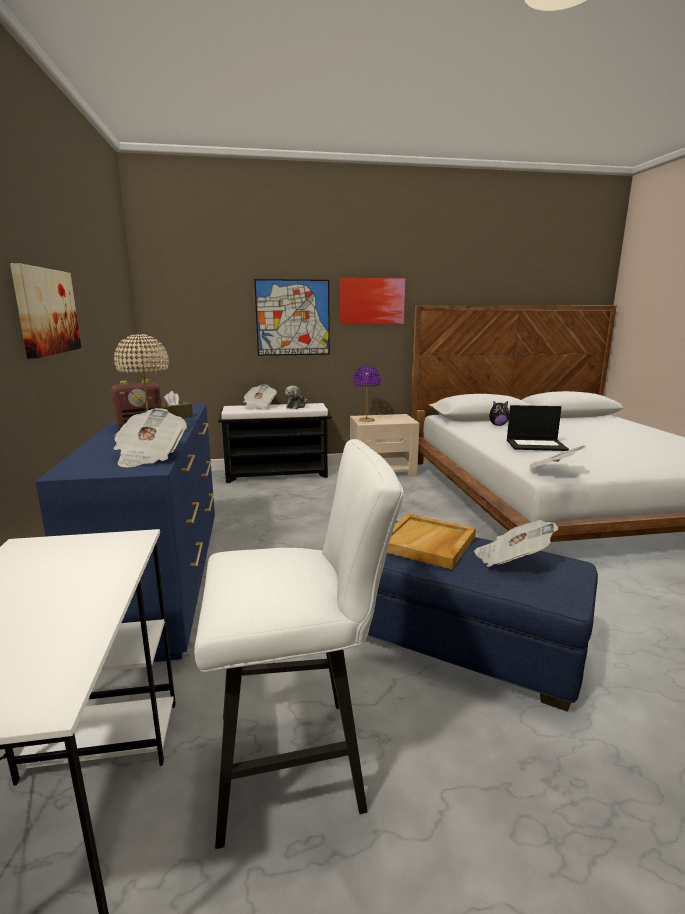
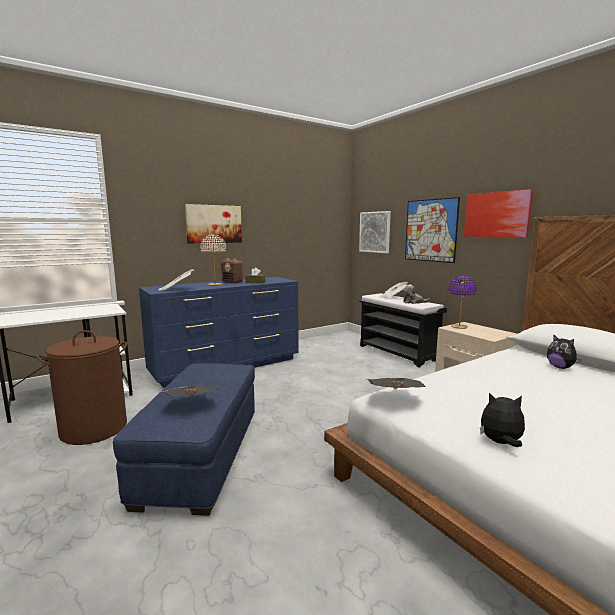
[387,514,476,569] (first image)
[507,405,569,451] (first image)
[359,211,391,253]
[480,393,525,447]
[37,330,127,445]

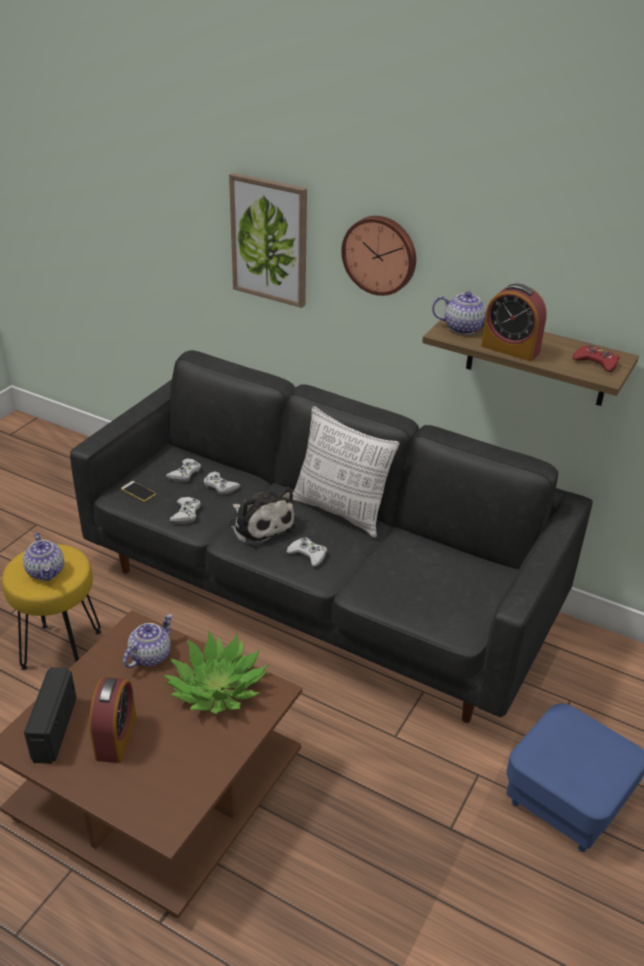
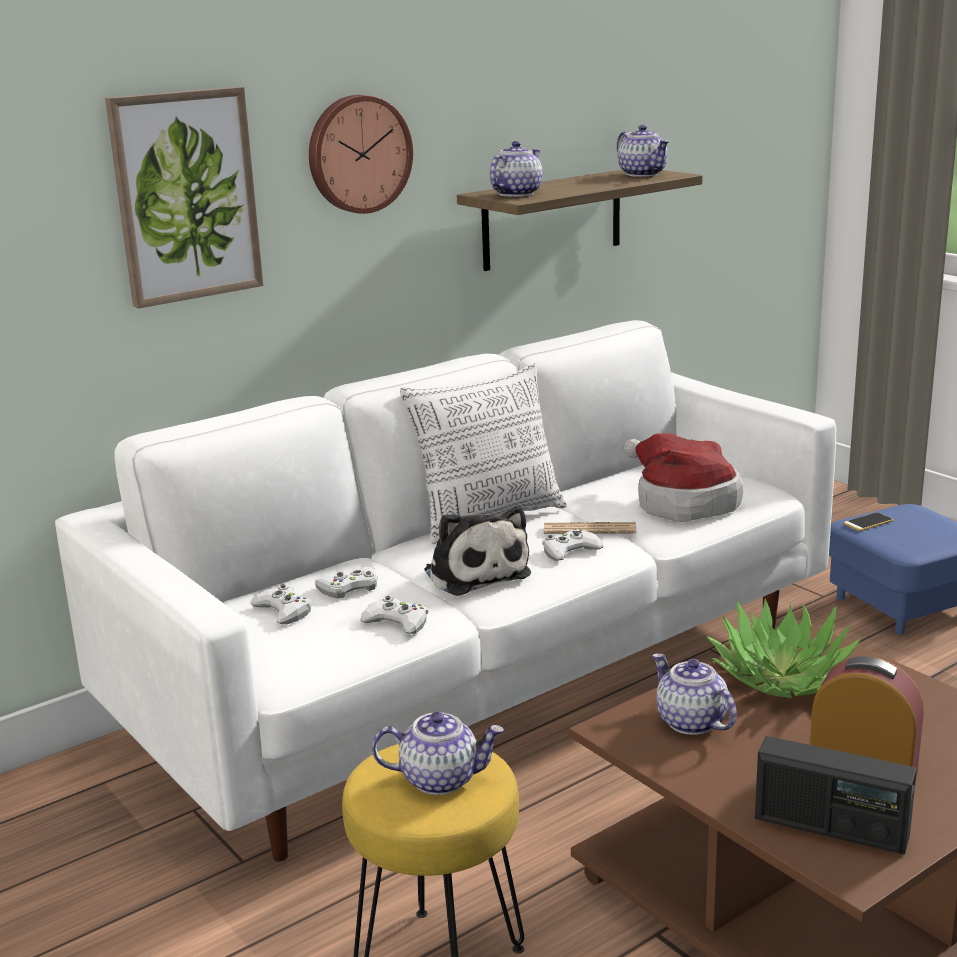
[481,284,547,361] (first image)
[544,522,636,534]
[624,433,743,522]
[843,512,893,531]
[617,125,669,177]
[55,320,836,862]
[424,506,531,596]

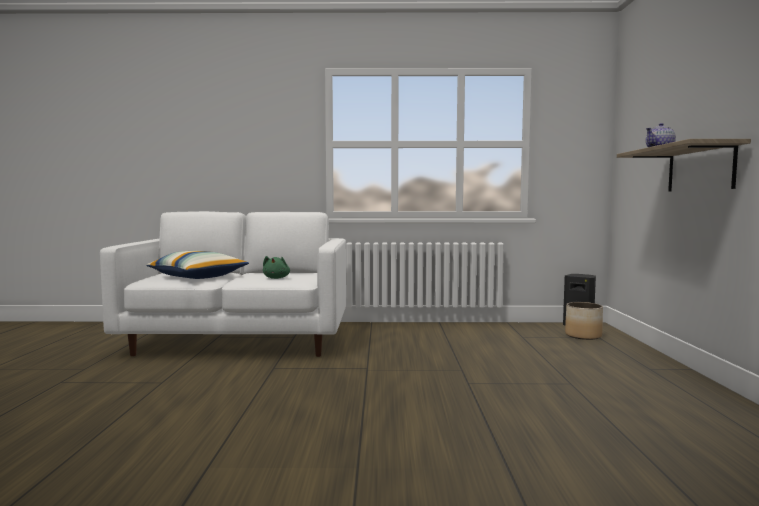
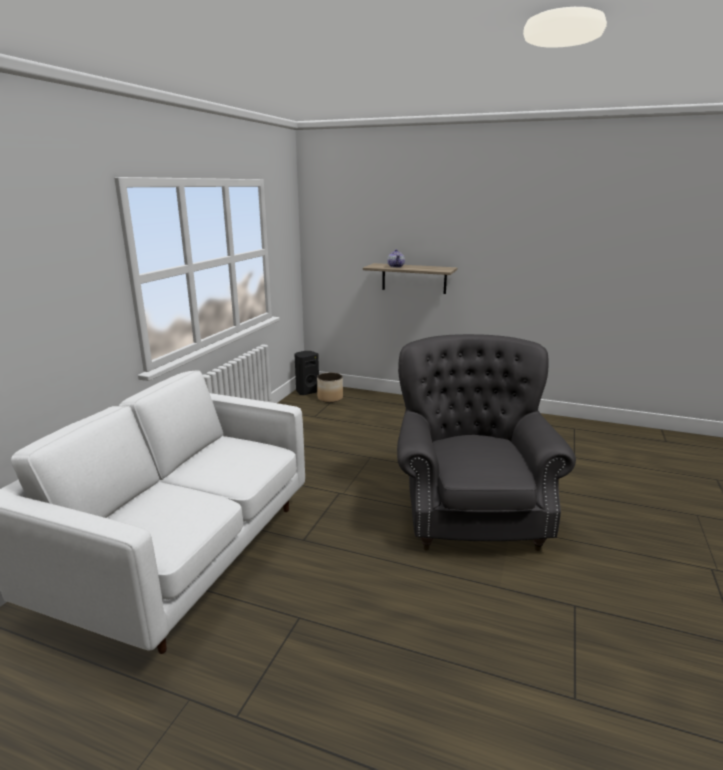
[146,251,249,279] (first image)
[263,256,290,279] (first image)
[397,334,576,551]

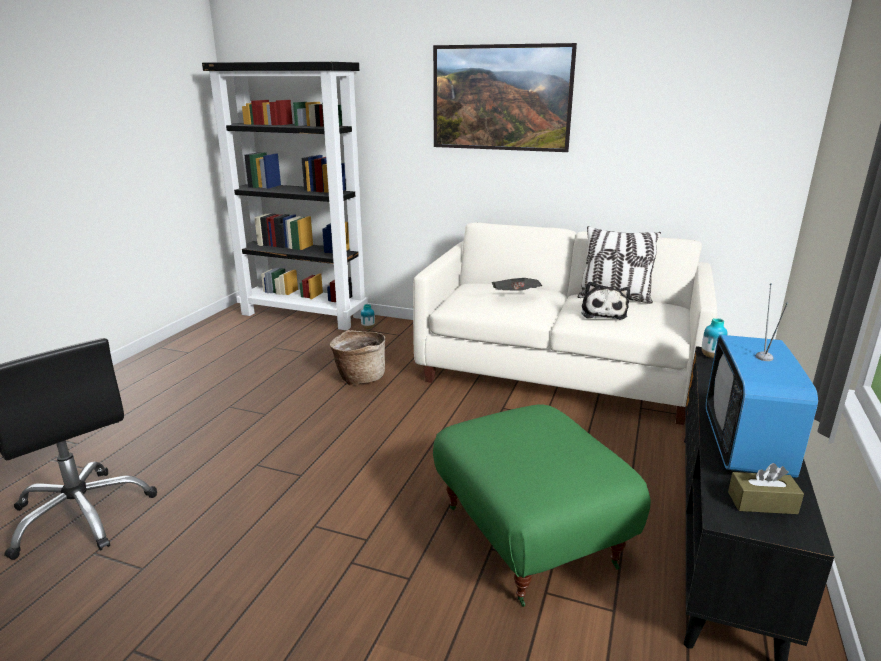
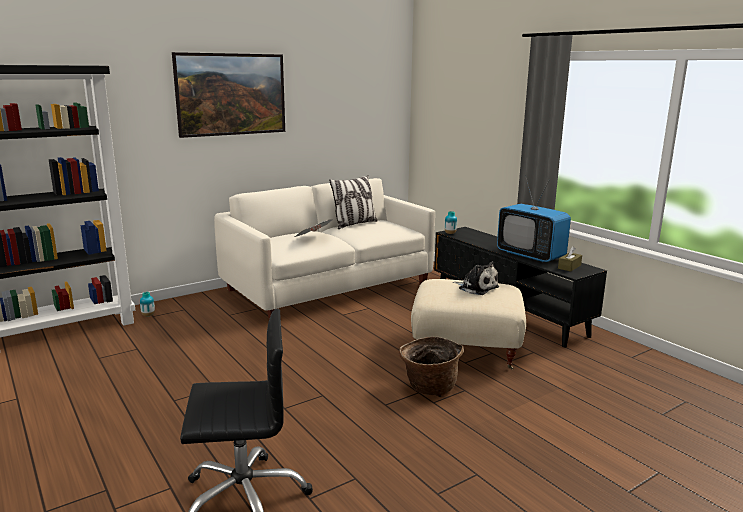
[399,337,464,397]
[453,262,499,295]
[411,279,526,370]

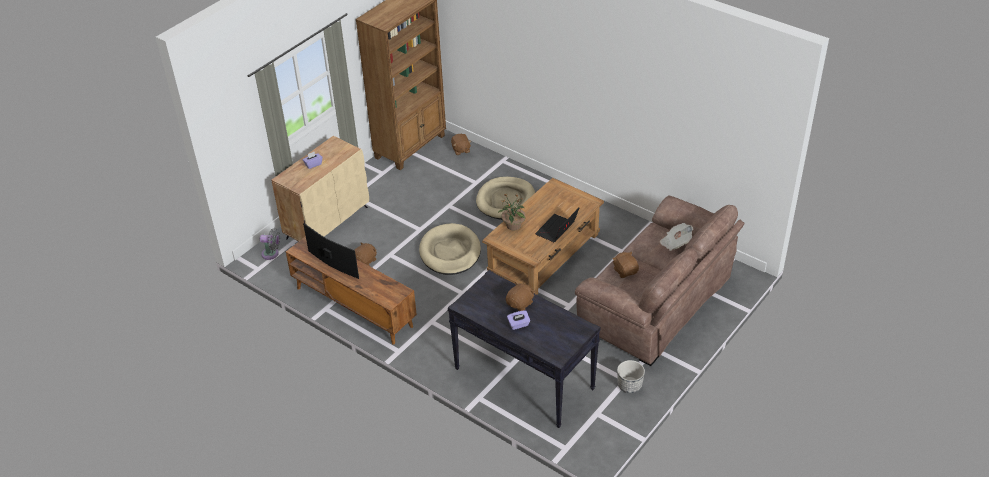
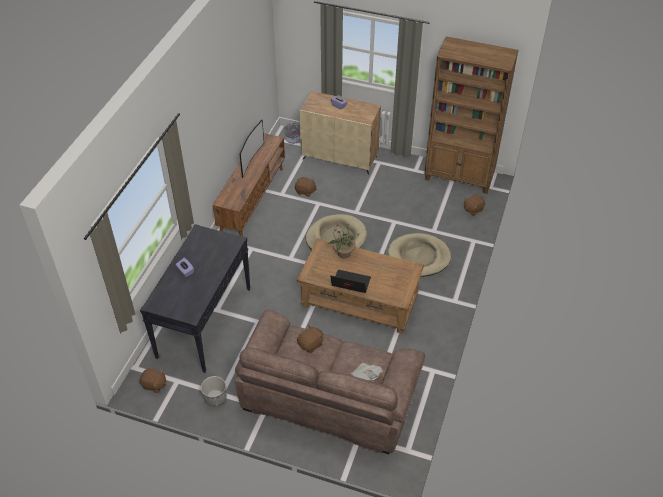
[139,368,167,393]

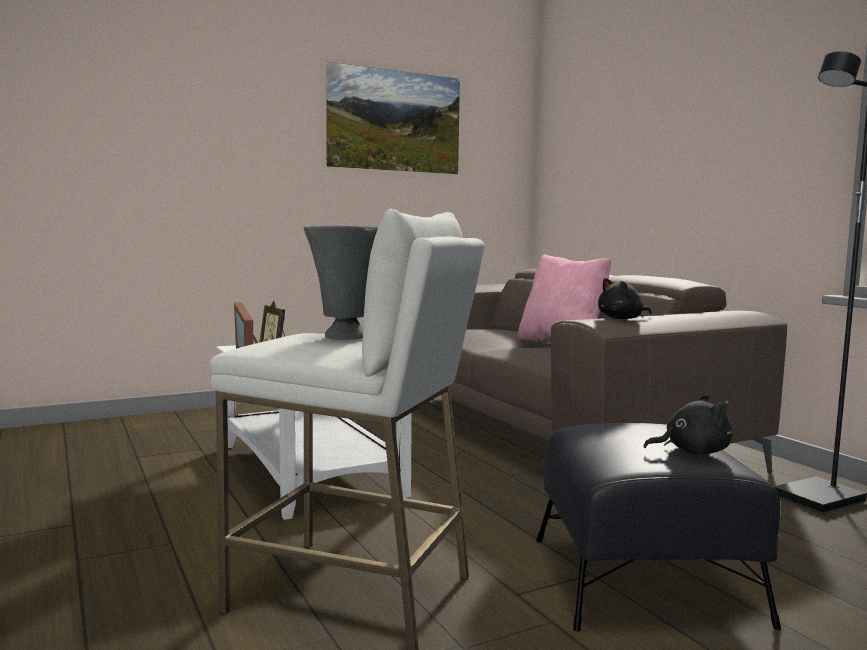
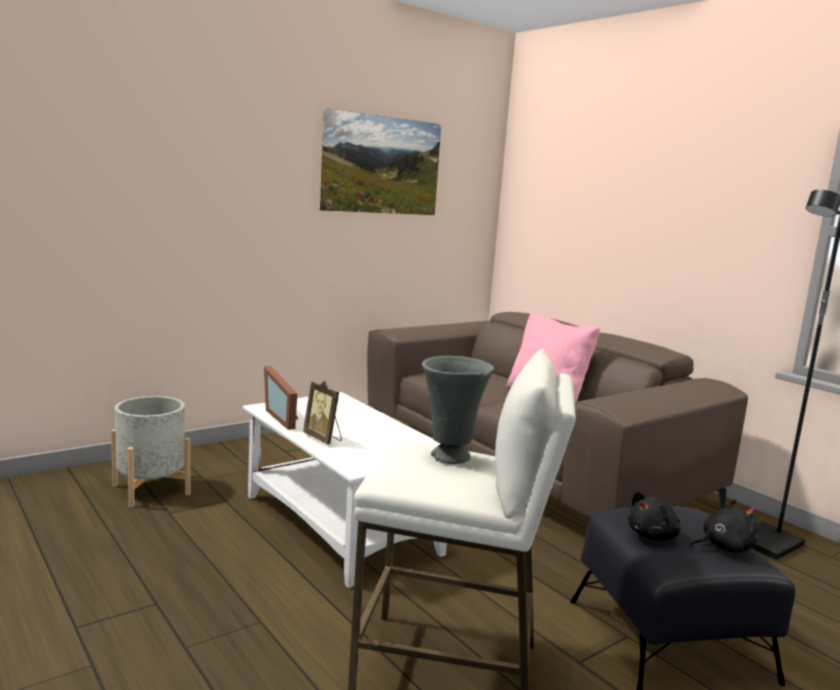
[111,396,191,507]
[627,491,680,541]

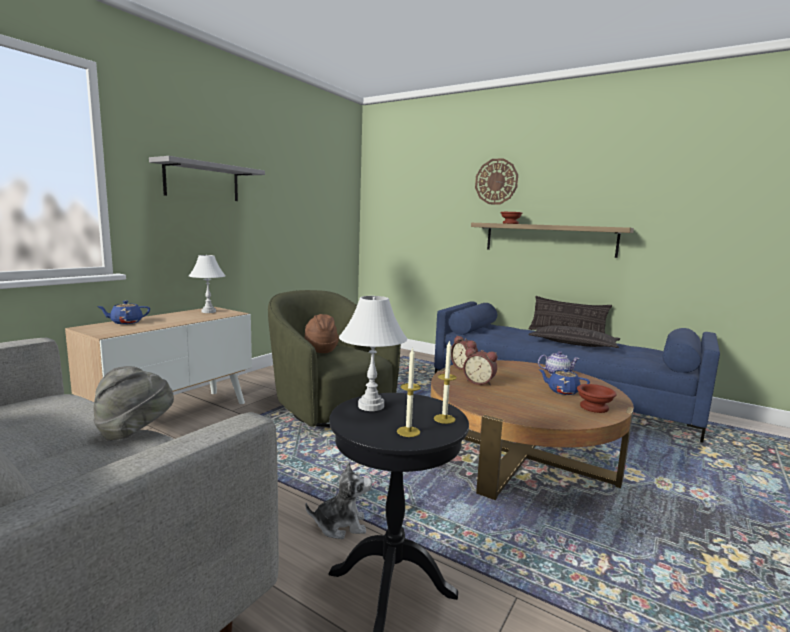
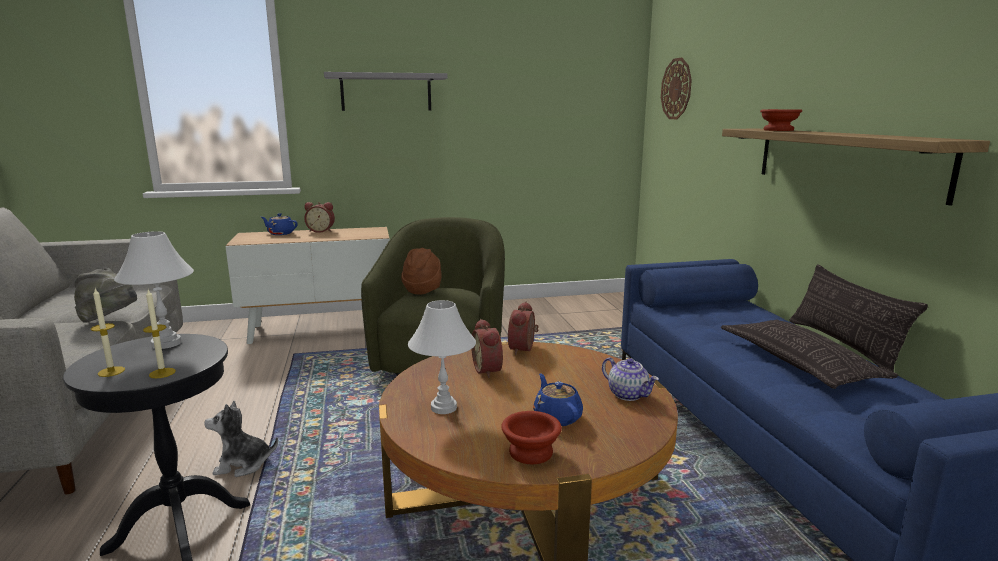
[304,202,335,233]
[408,300,476,414]
[661,58,692,119]
[204,401,278,477]

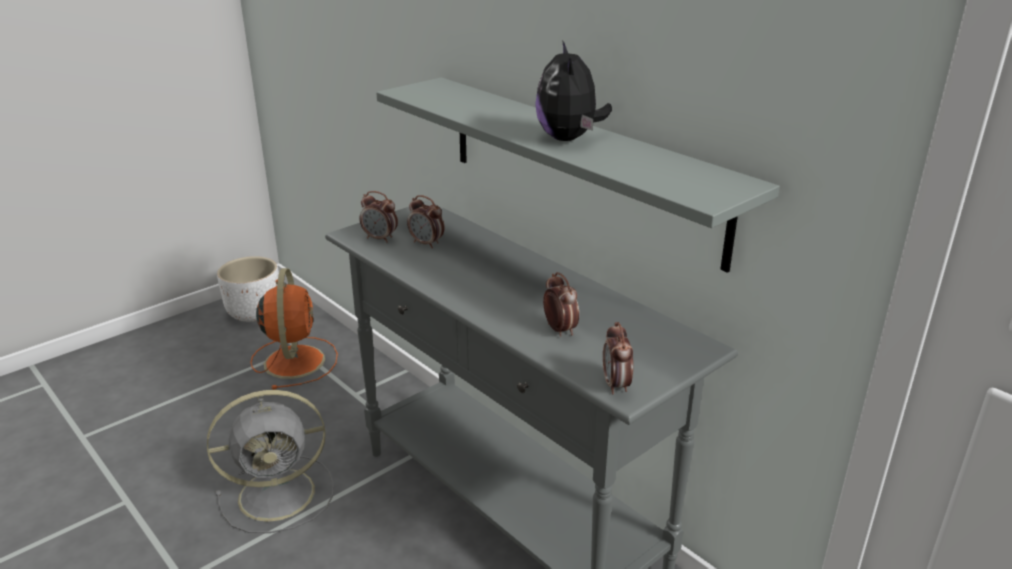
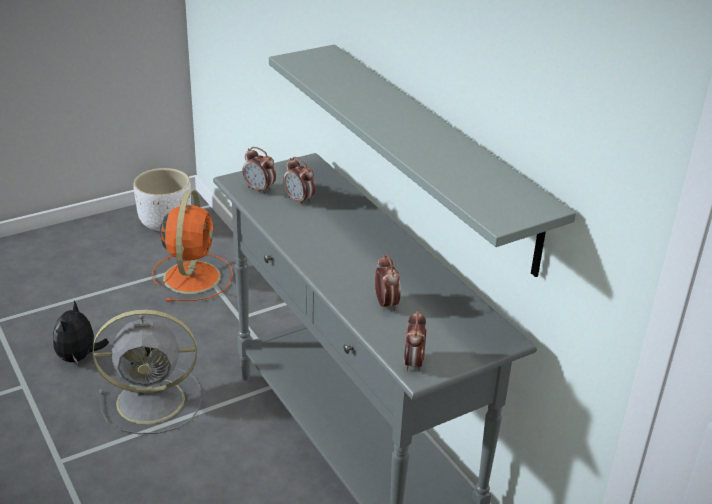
[53,300,109,364]

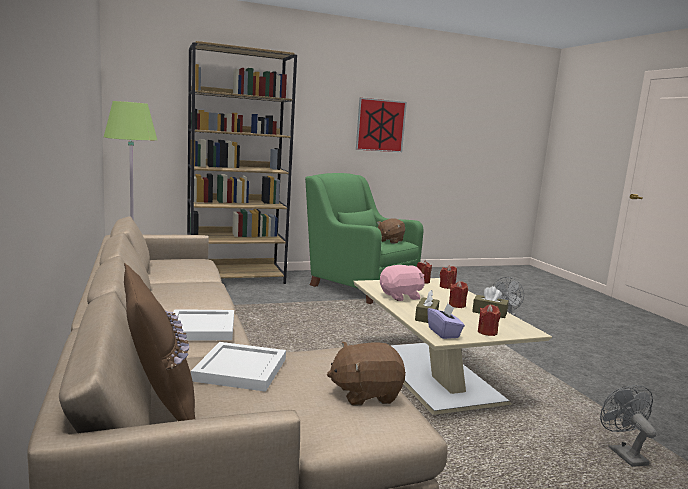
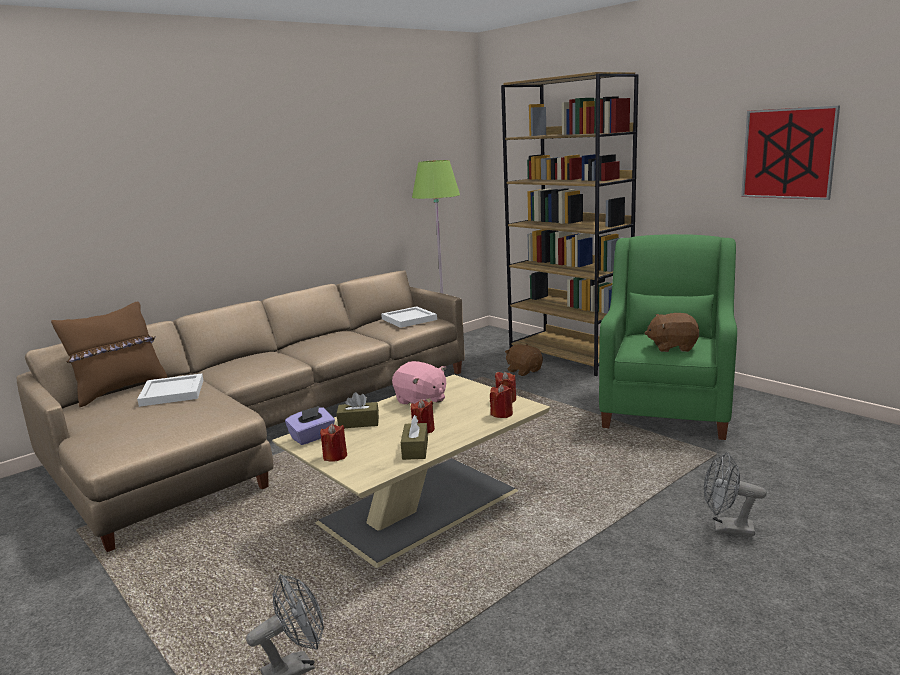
[381,306,437,328]
[505,344,543,376]

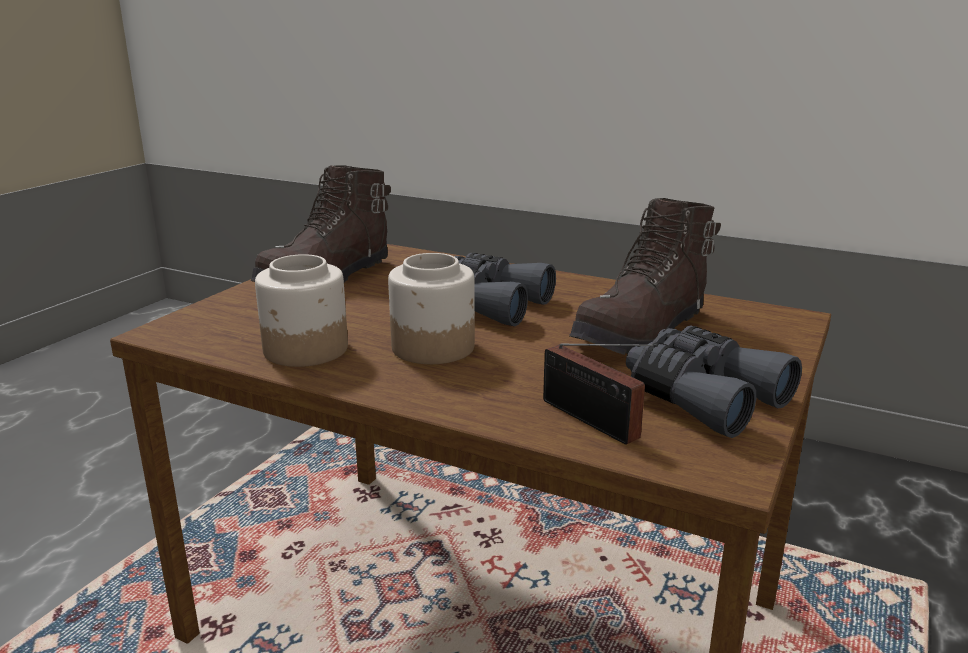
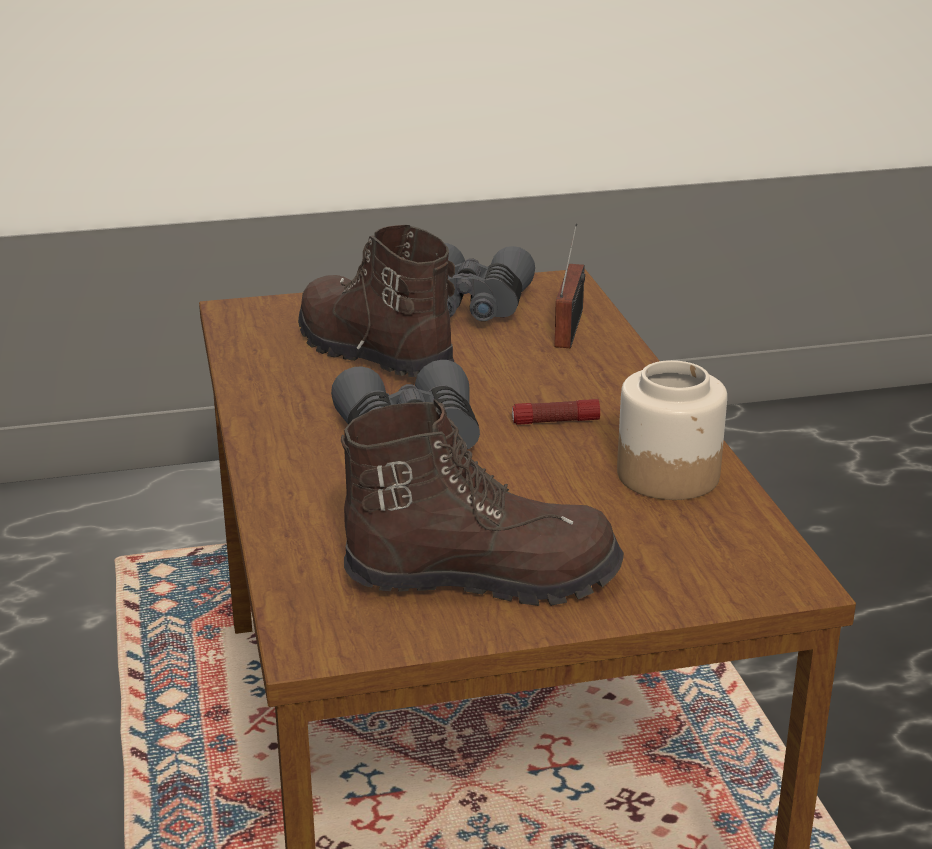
[512,399,600,425]
[298,225,455,377]

